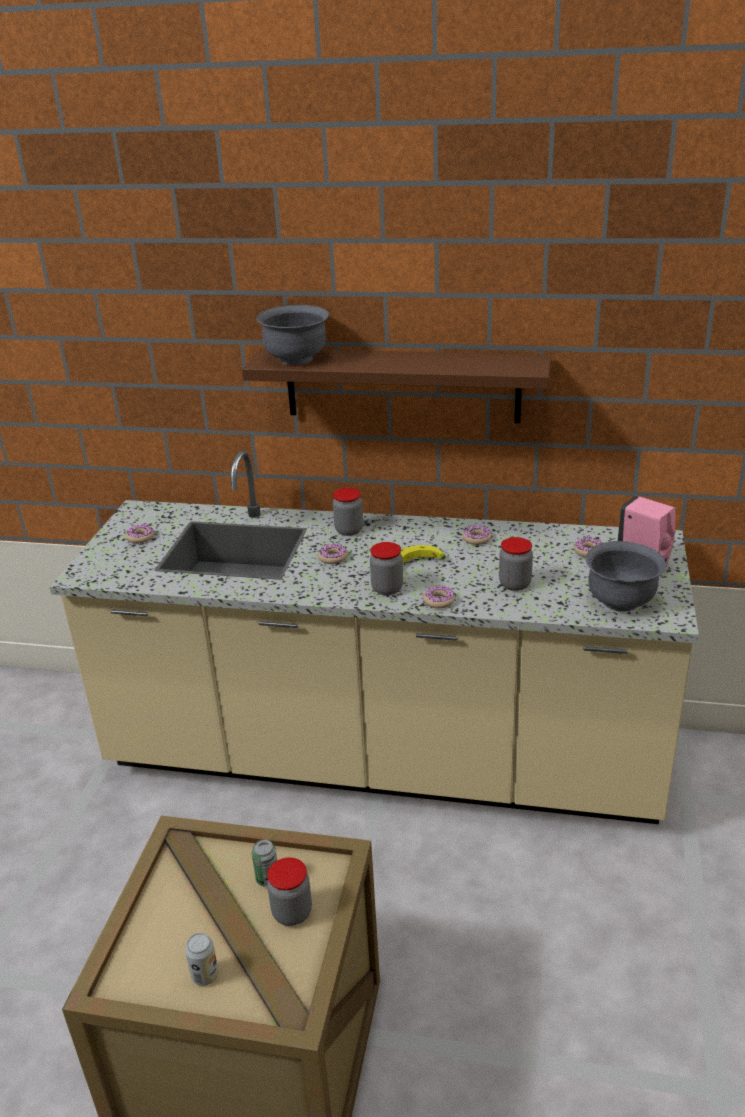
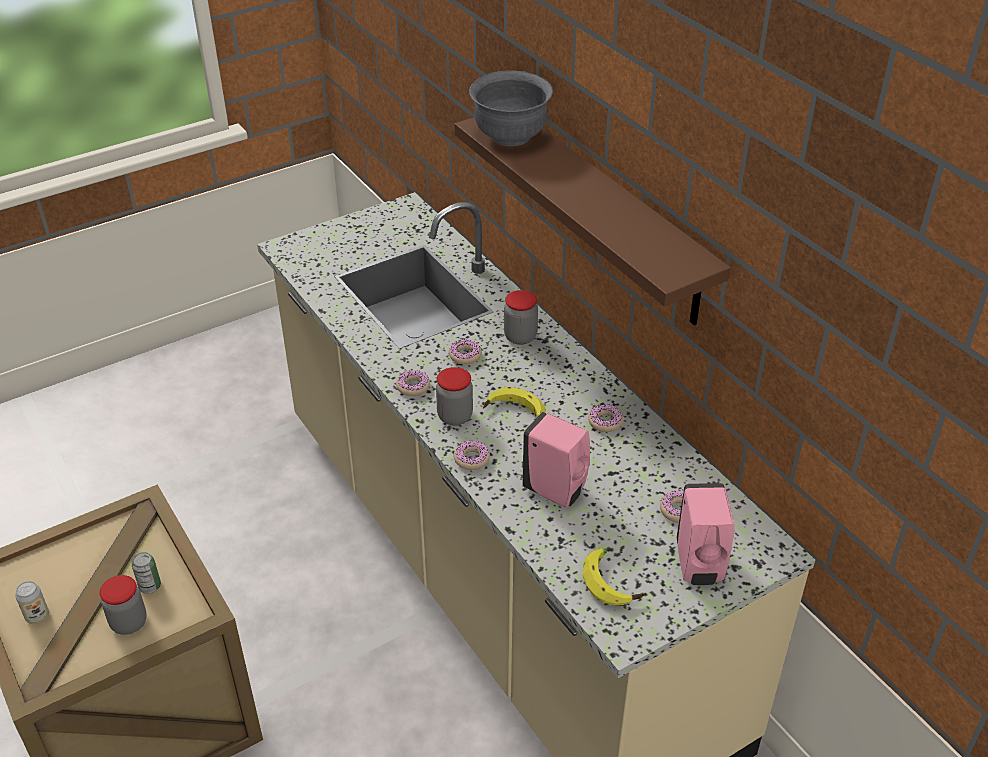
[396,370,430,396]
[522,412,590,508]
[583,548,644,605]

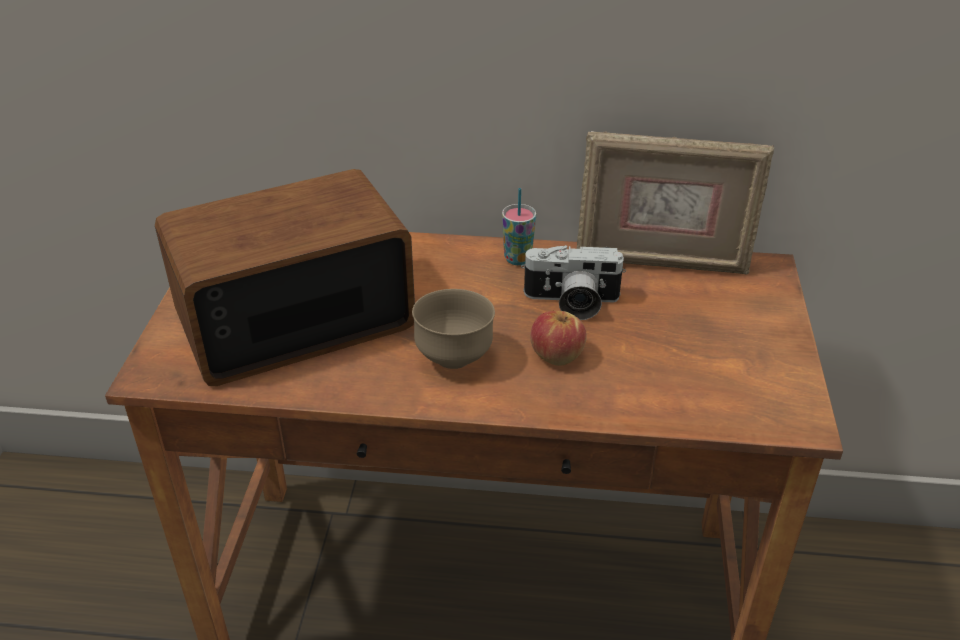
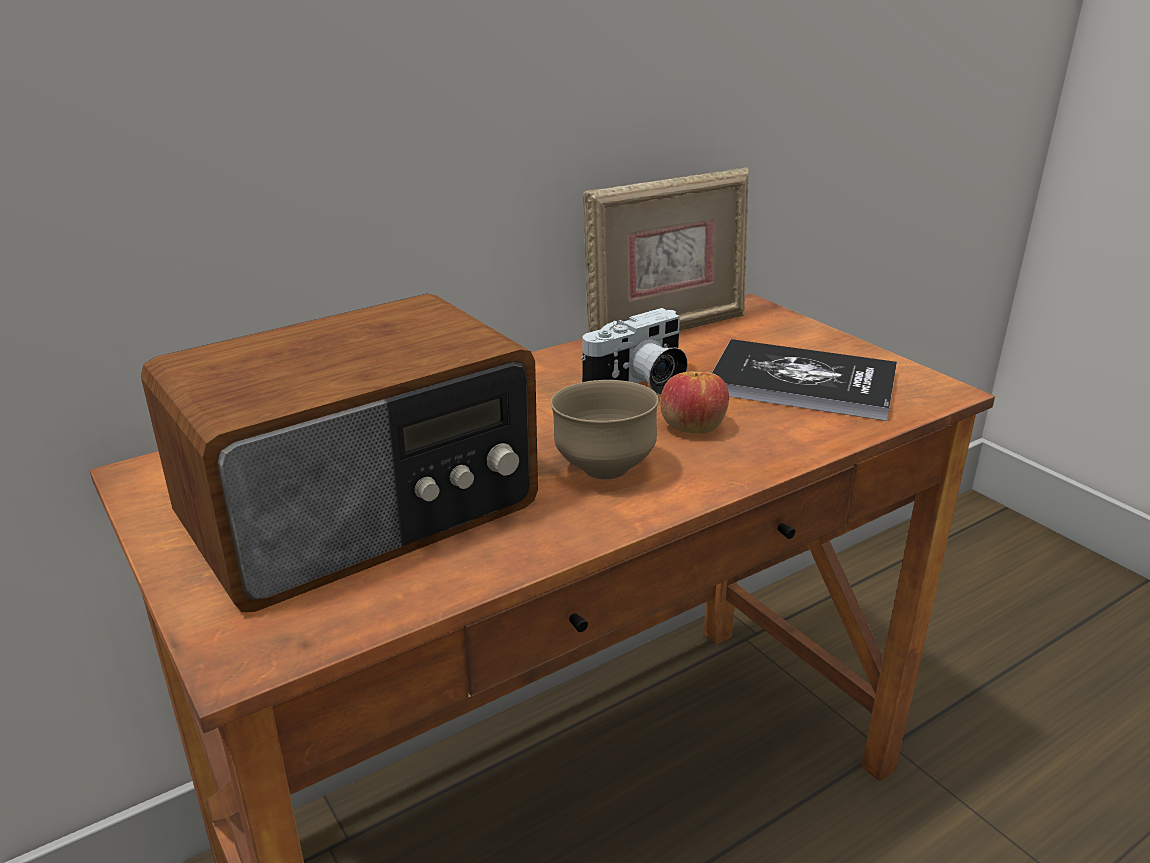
[502,188,536,265] (first image)
[712,339,897,421]
[141,294,538,612]

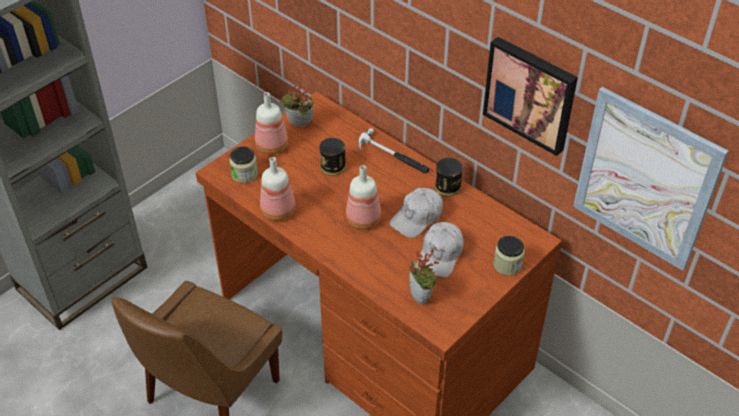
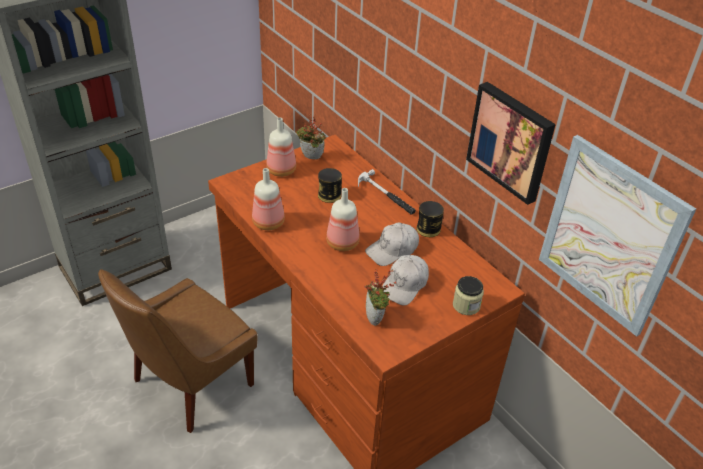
[230,146,258,183] (first image)

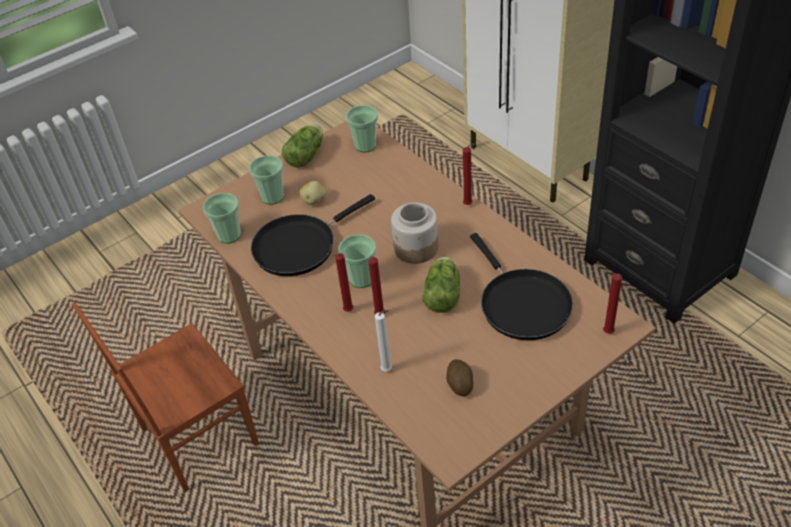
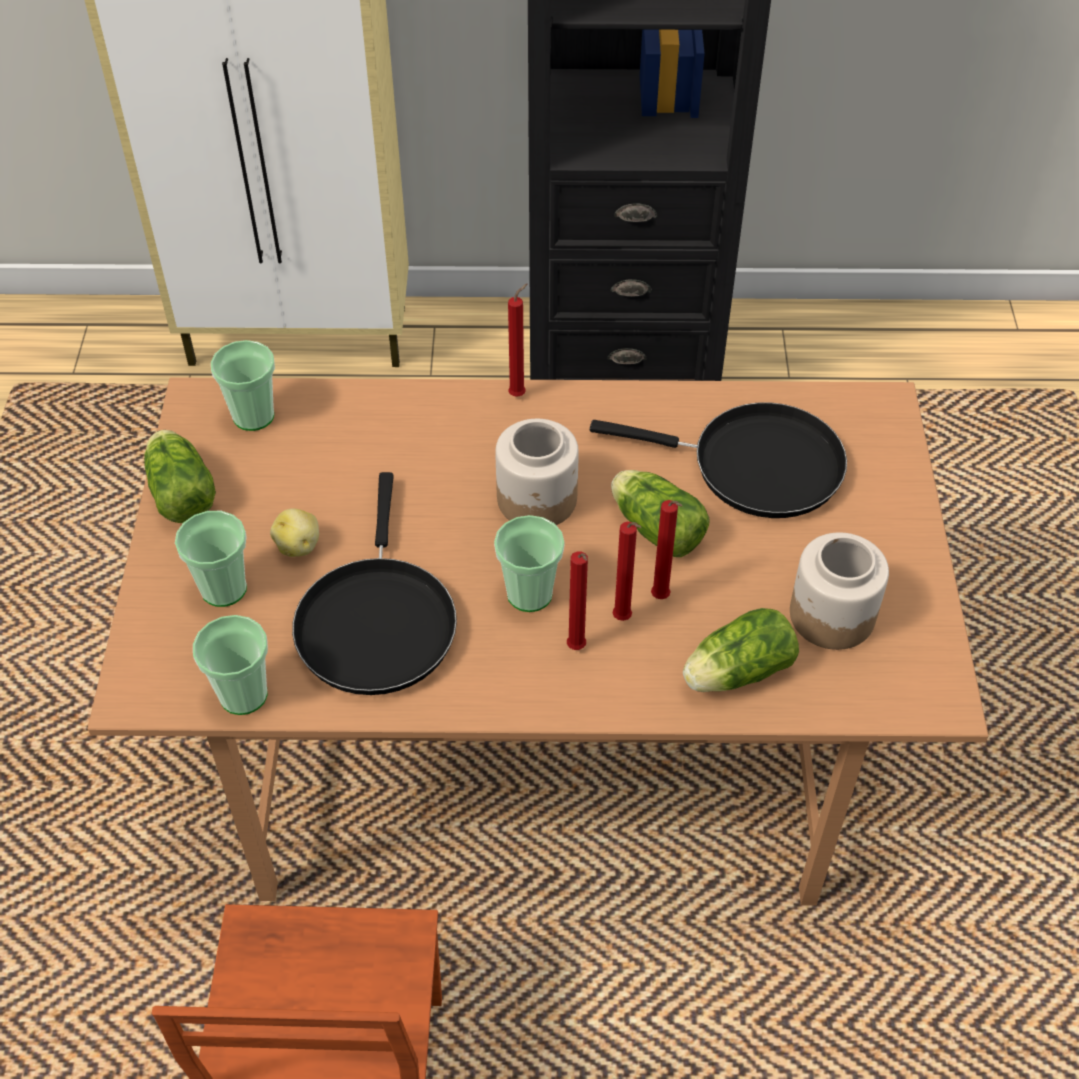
[651,500,682,599]
[683,608,799,692]
[790,533,889,650]

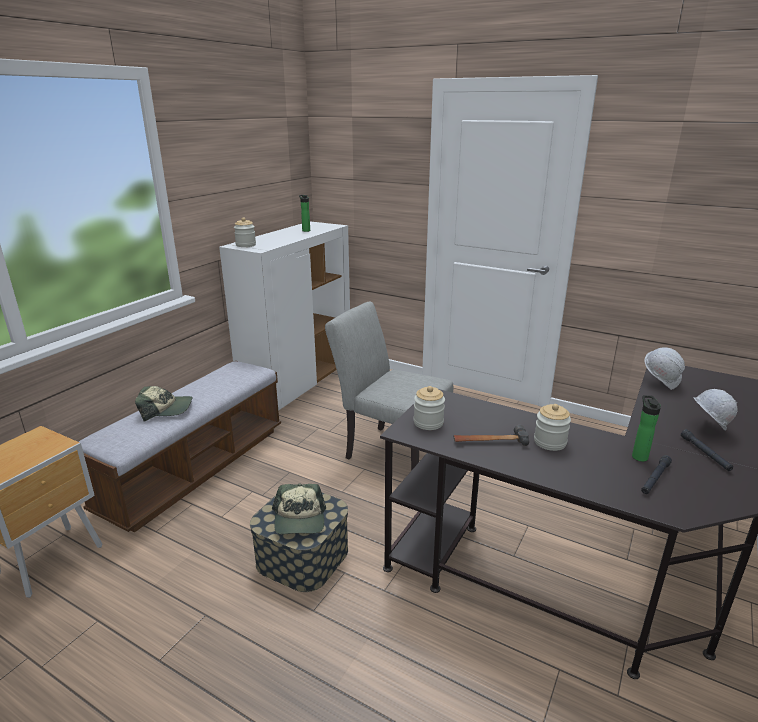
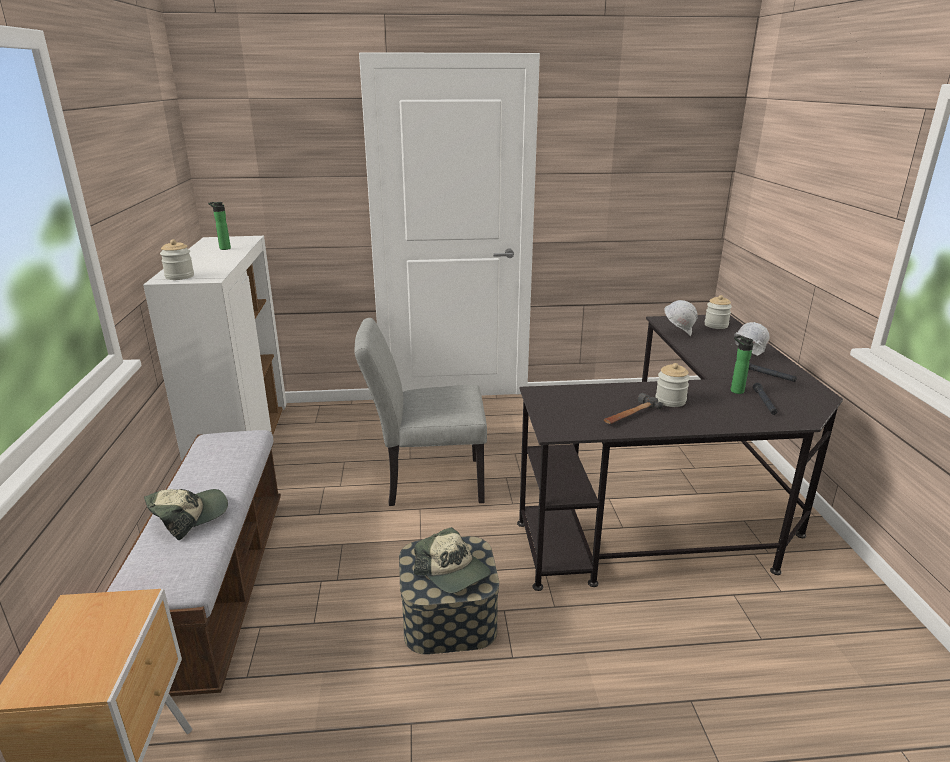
[705,295,732,329]

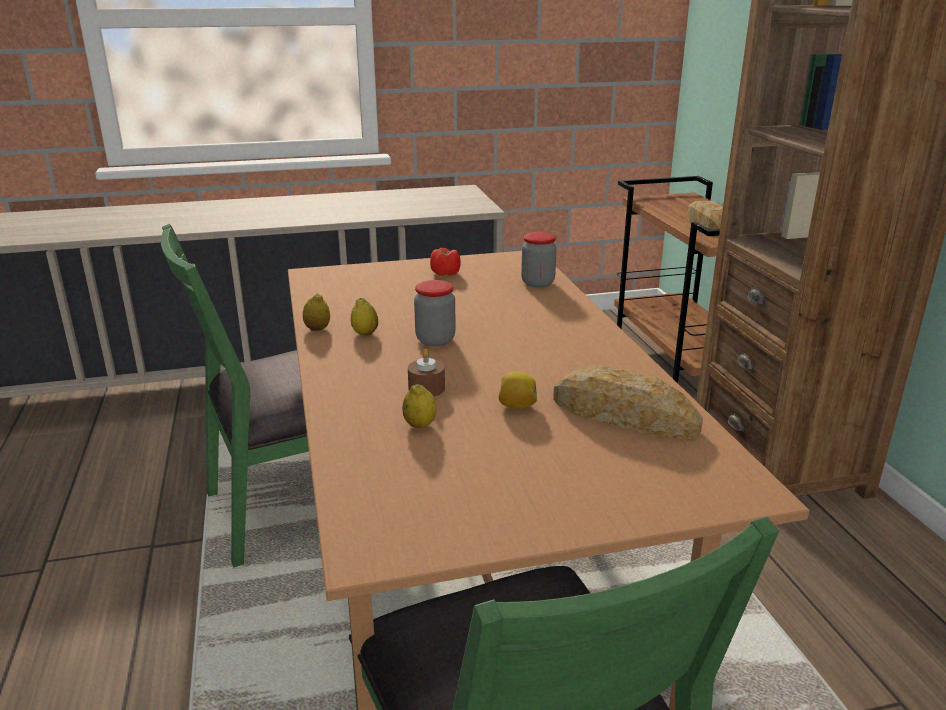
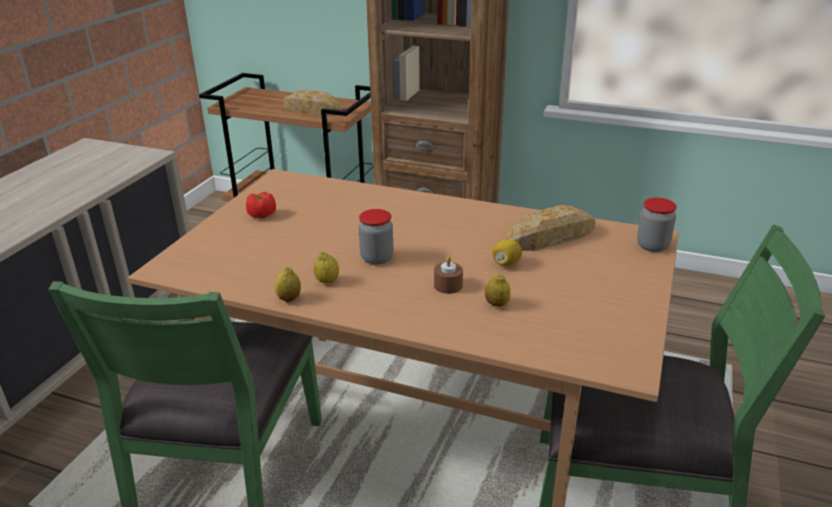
[637,198,677,252]

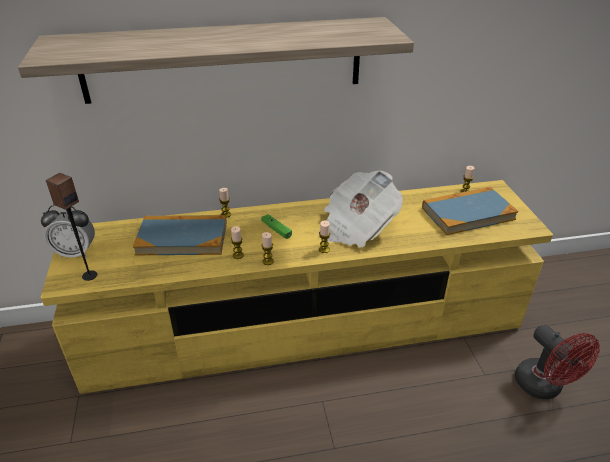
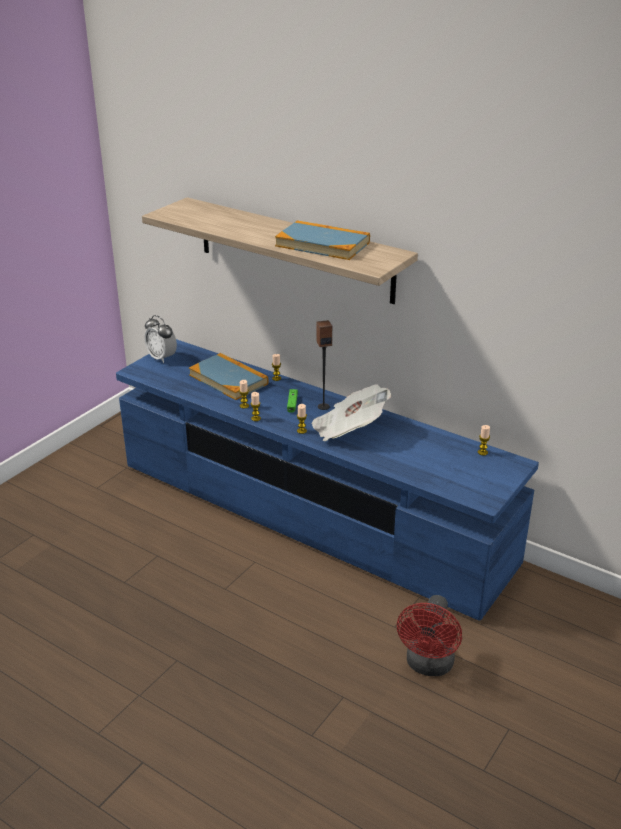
[316,320,332,410]
[275,220,370,260]
[116,339,539,621]

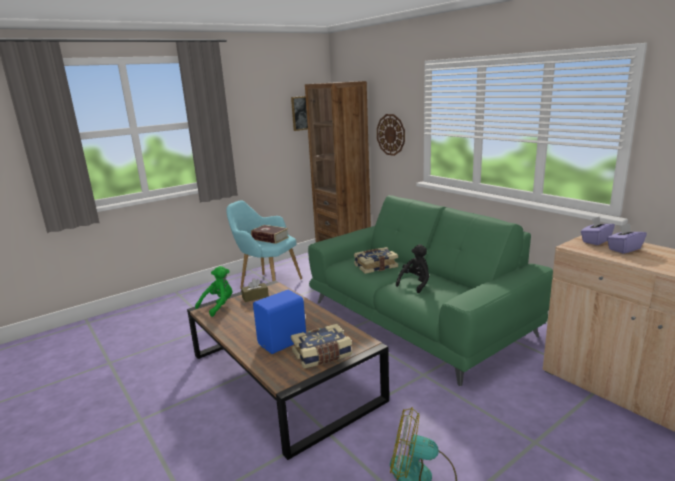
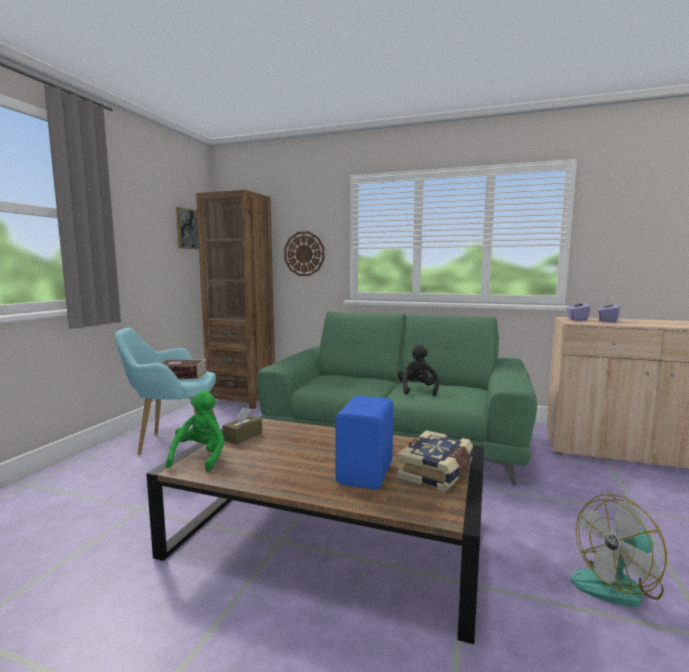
[354,247,398,274] (first image)

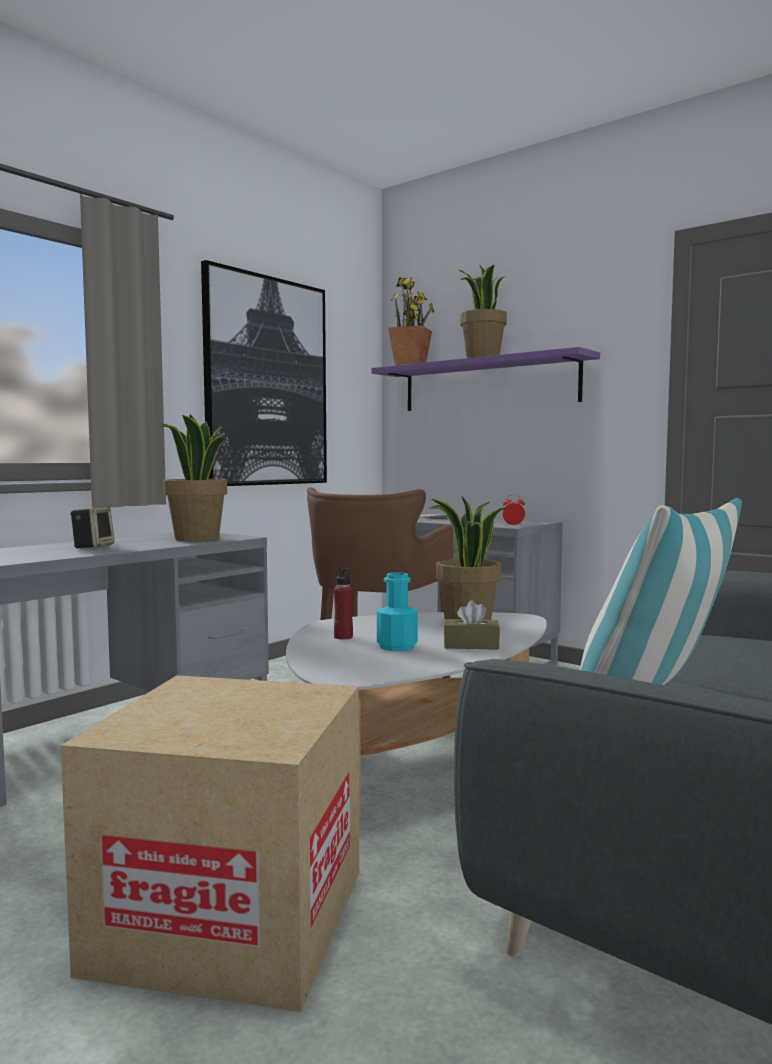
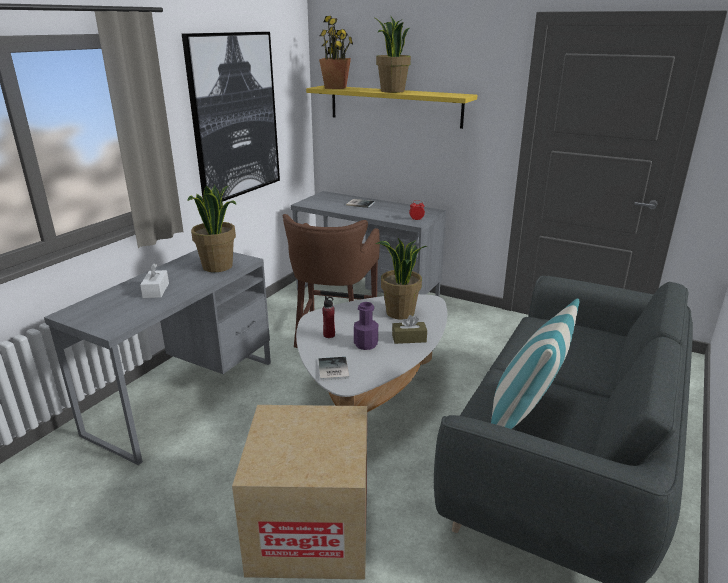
[318,357,349,381]
[140,264,169,298]
[306,85,477,129]
[354,302,378,350]

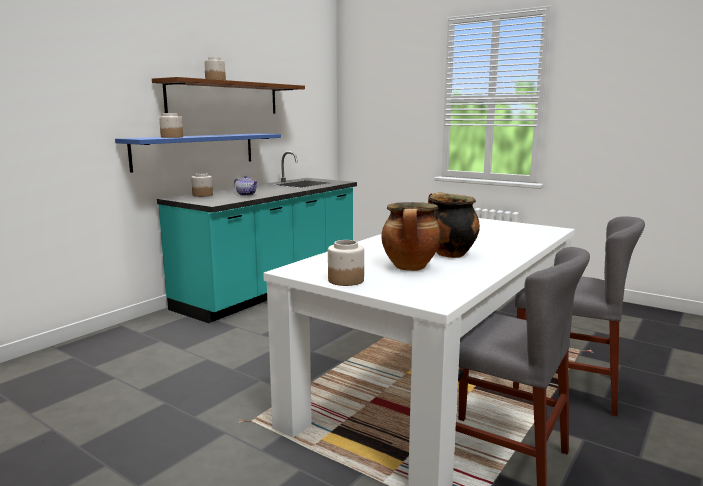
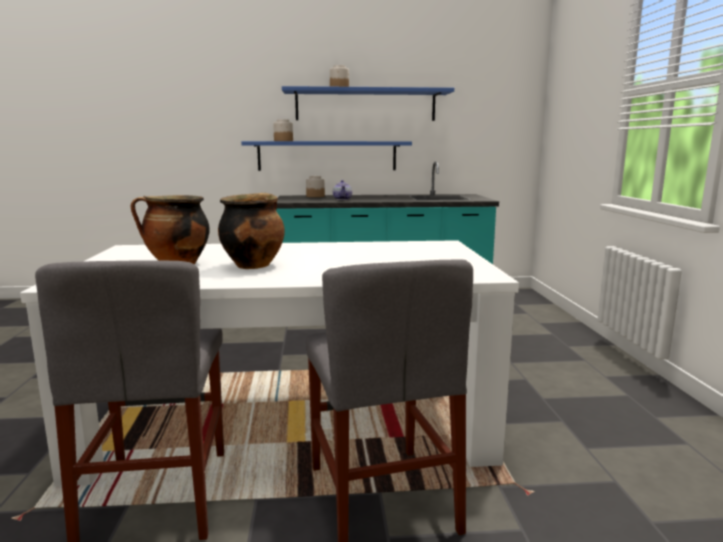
[328,240,364,286] (first image)
[282,86,454,121]

